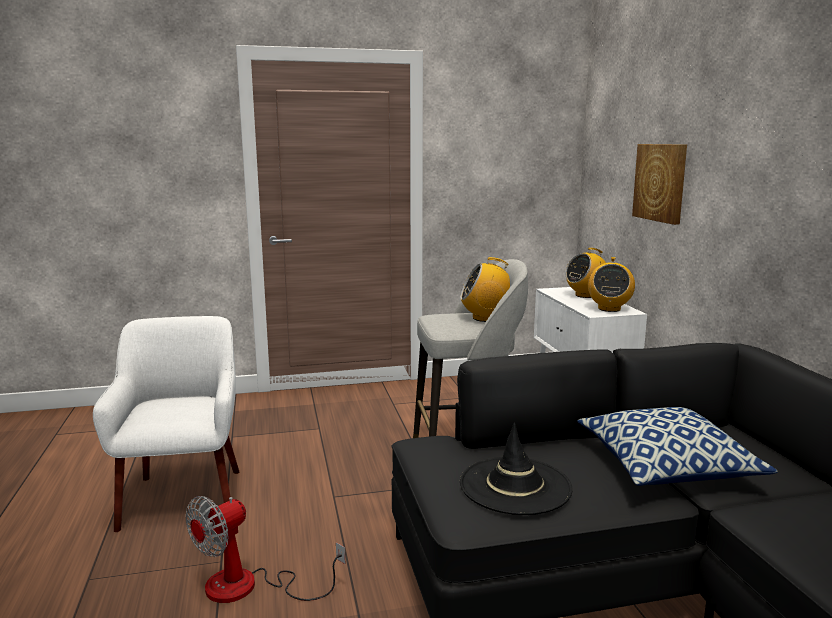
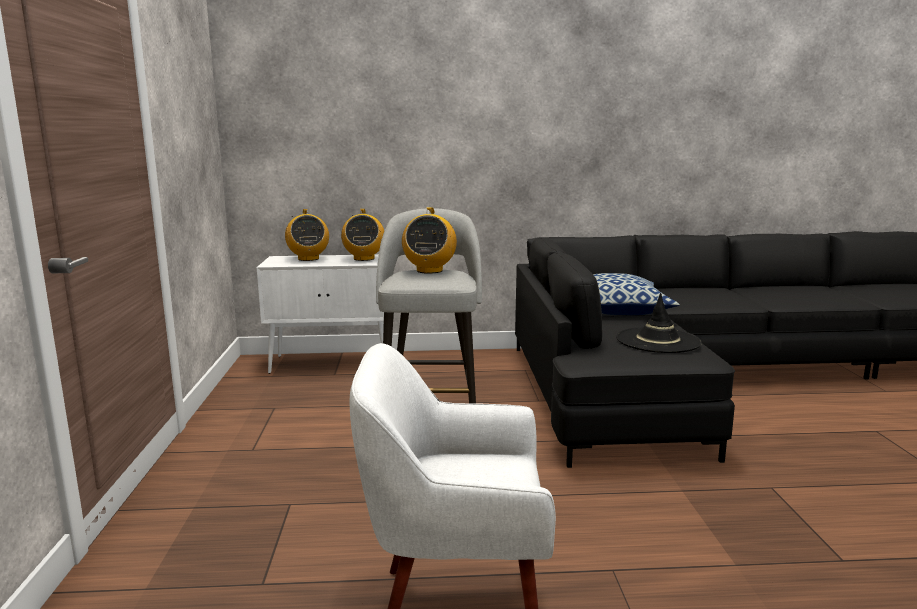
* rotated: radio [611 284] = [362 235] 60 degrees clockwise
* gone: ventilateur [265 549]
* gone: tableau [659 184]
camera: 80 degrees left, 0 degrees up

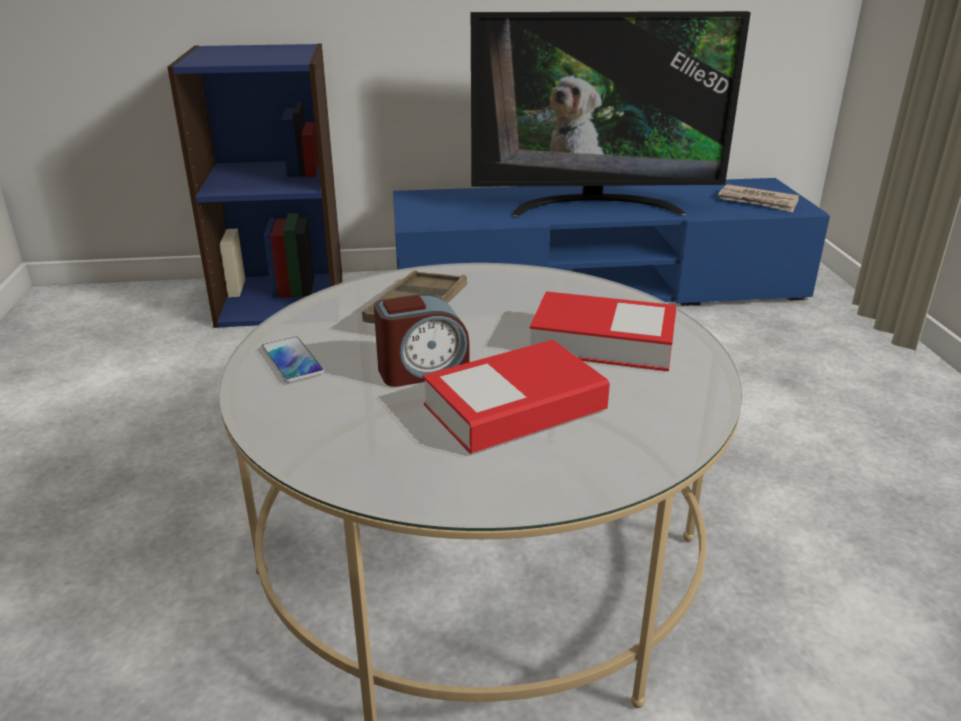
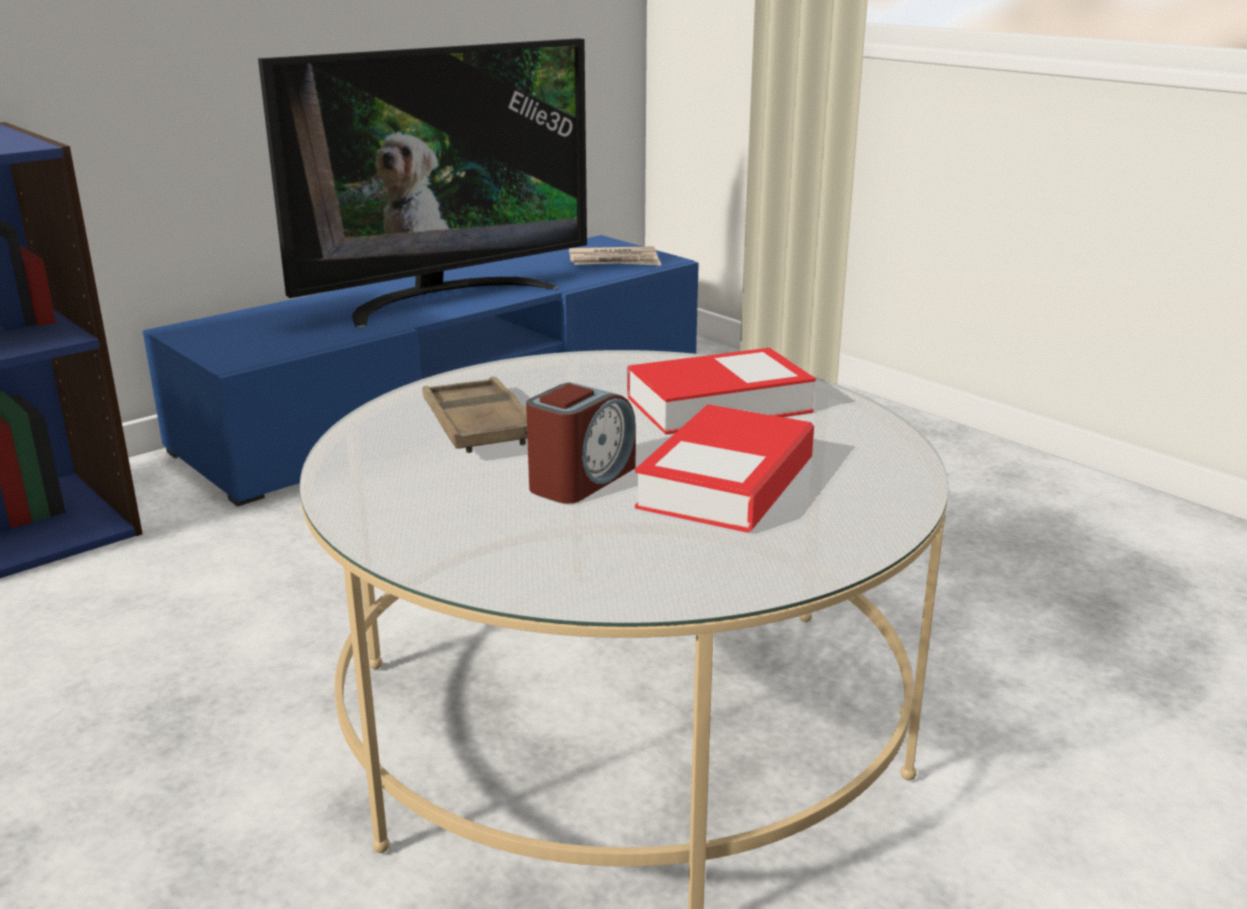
* gone: téléphone [292 360]
camera: 35 degrees left, 5 degrees down

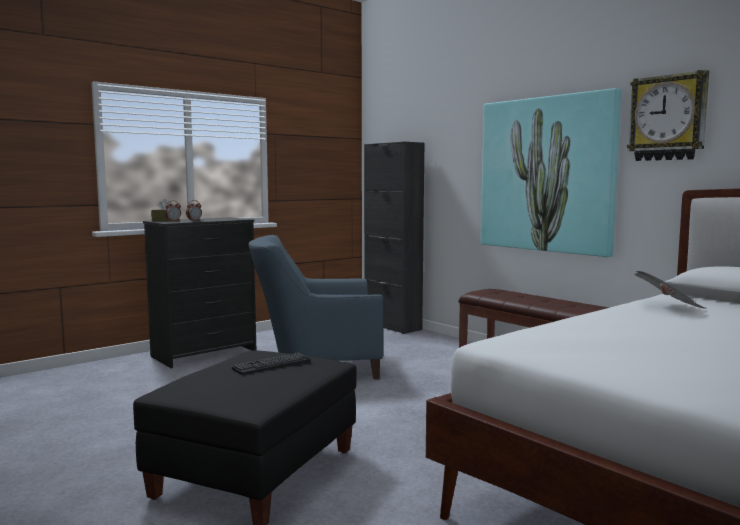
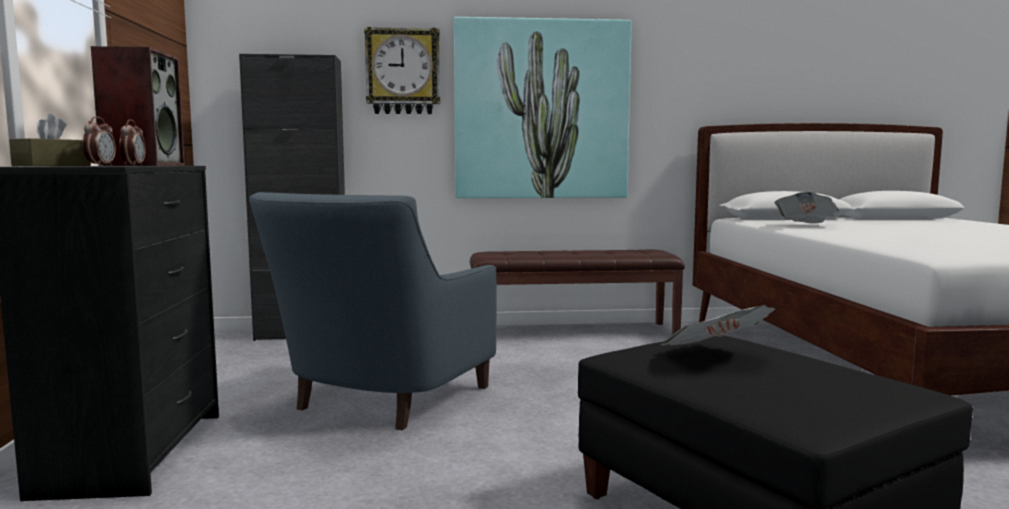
* new: enceinte [138 106]
* shifted: horloge murale [668 115] to [402 70]
* swapped: clavier [271 364] to journal [717 325]
camera: 55 degrees left, 0 degrees up

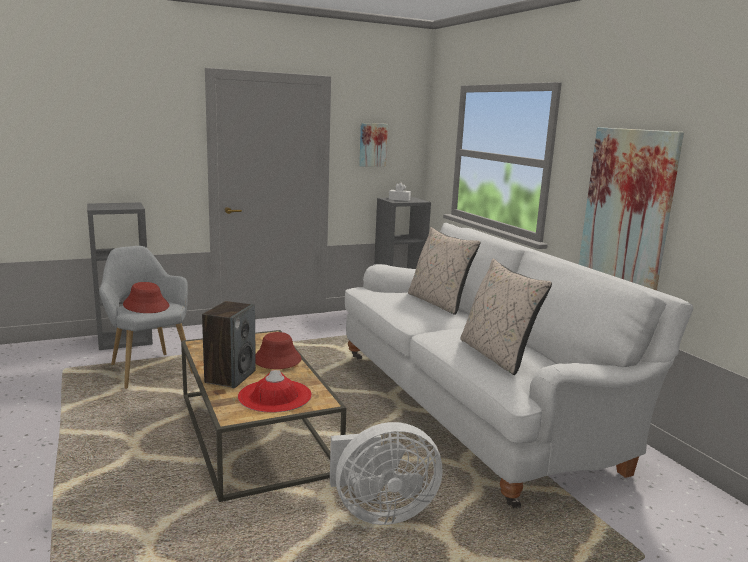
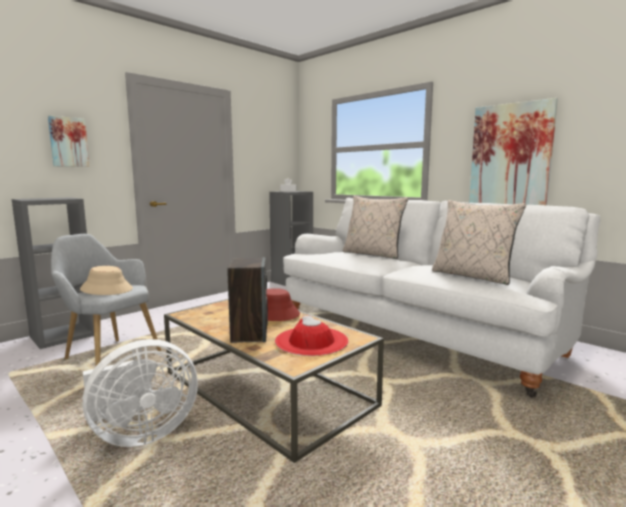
* shifted: tableau [373 145] to [69 141]
* repainted: chapeau (rouge) [146 297] to chapeau (beige) [106 280]
* shifted: ventilateur (blanc) [386 473] to [140 393]
camera: 20 degrees left, 5 degrees down

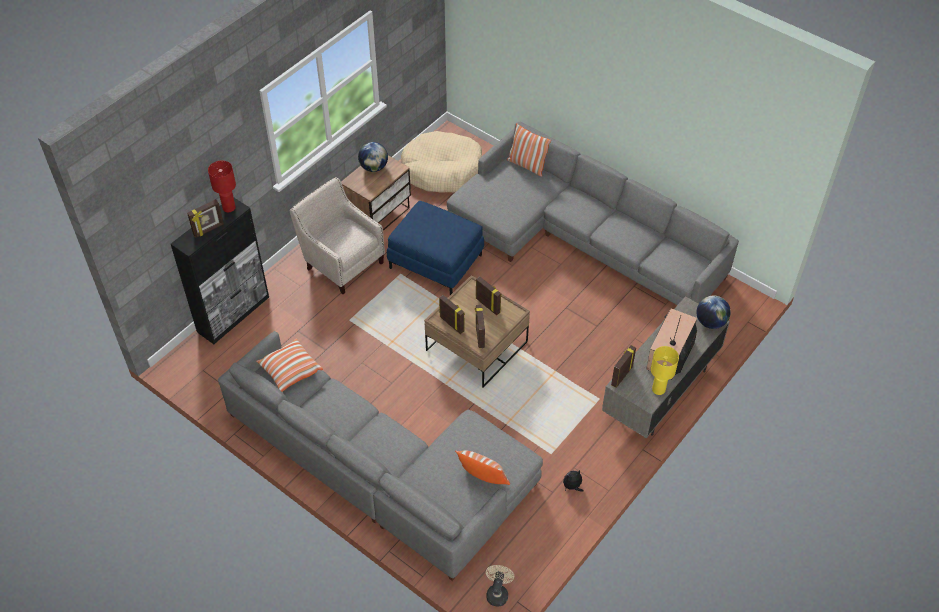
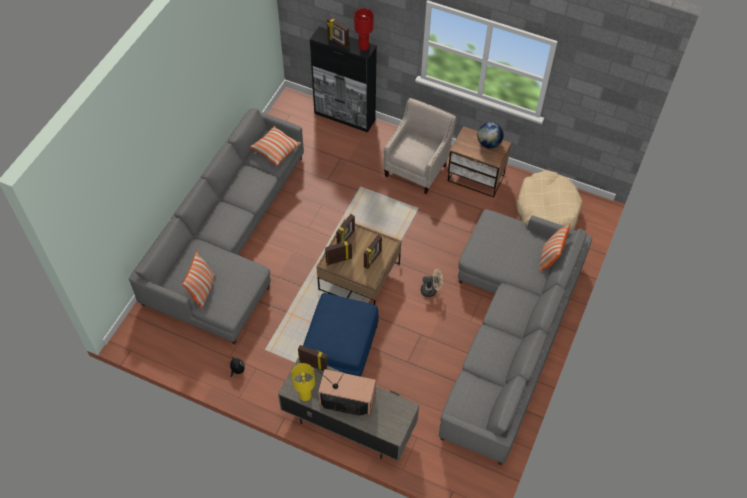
* shifted: pouf (bleu) [435 248] to [341 335]
* shifted: ventilateur (beige) [500 586] to [432 283]
* gone: globe [714 312]
camera: 75 degrees right, 5 degrees up

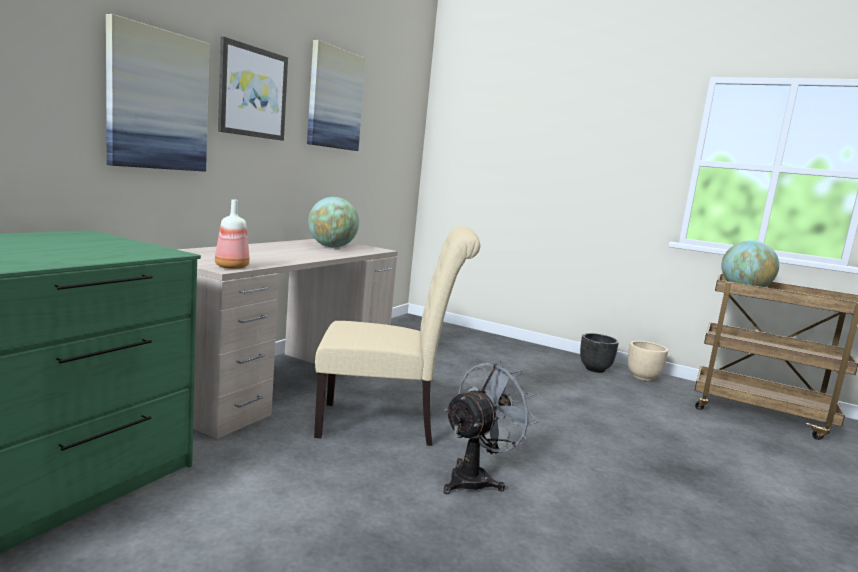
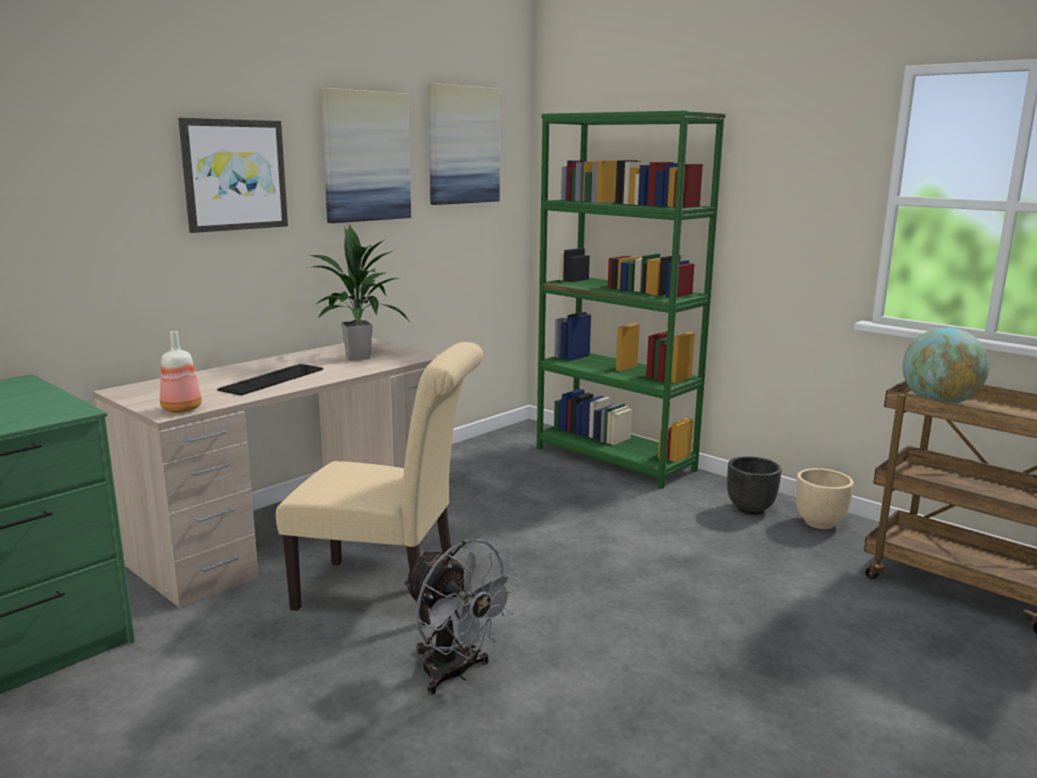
* new: clavier [270 380]
* swapped: globe [333 222] to plante en pot [360 292]
* rotated: ventilateur (gris) [490 427] = [461 617] 75 degrees clockwise
* shifted: tableau [157 93] to [464 144]
* new: bibliothèque (vert) [631 300]
camera: 15 degrees right, 5 degrees up

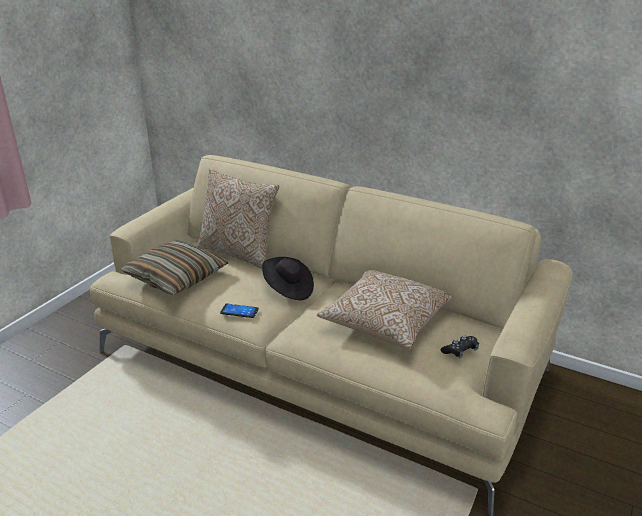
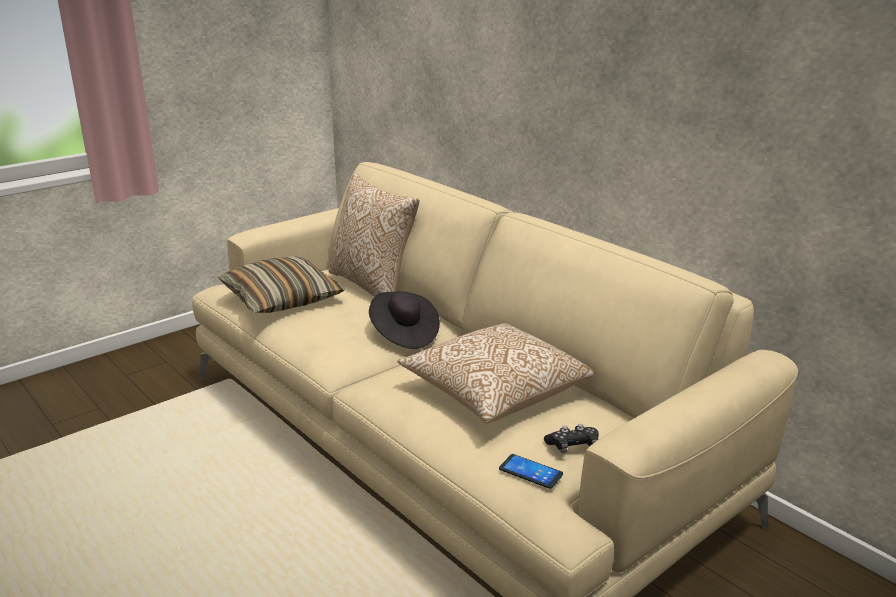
* shifted: téléphone [239 310] to [531 471]
camera: 20 degrees right, 5 degrees down

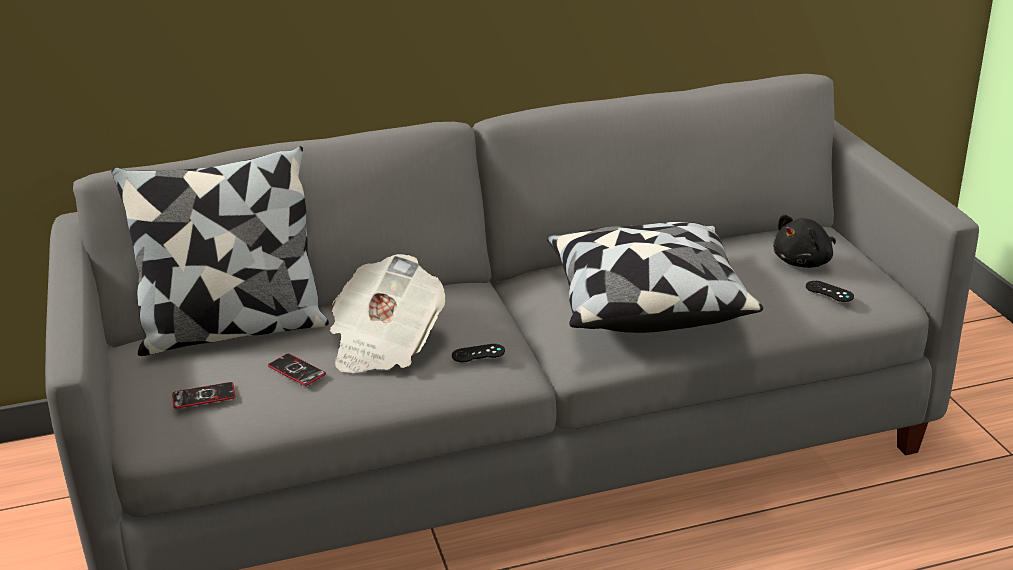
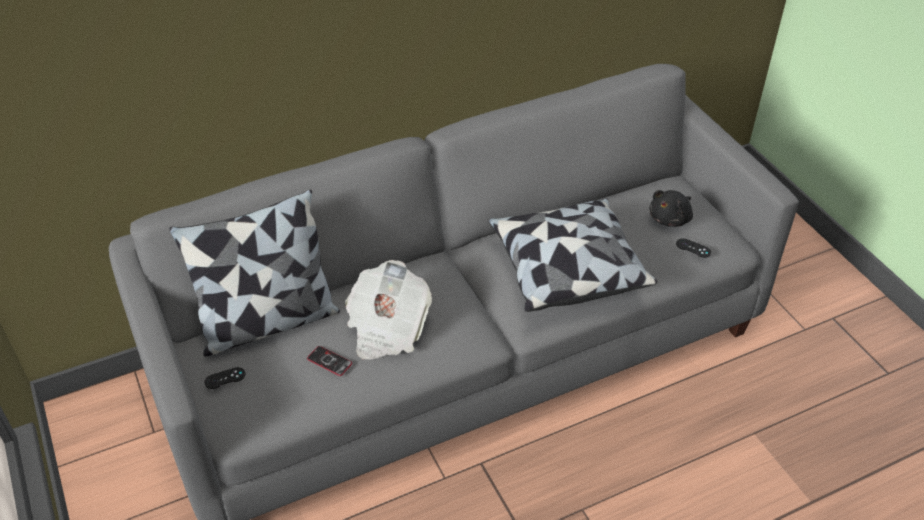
* shifted: manette (noir) [478 353] to [224 378]
* gone: téléphone [203 395]
camera: 10 degrees left, 15 degrees up

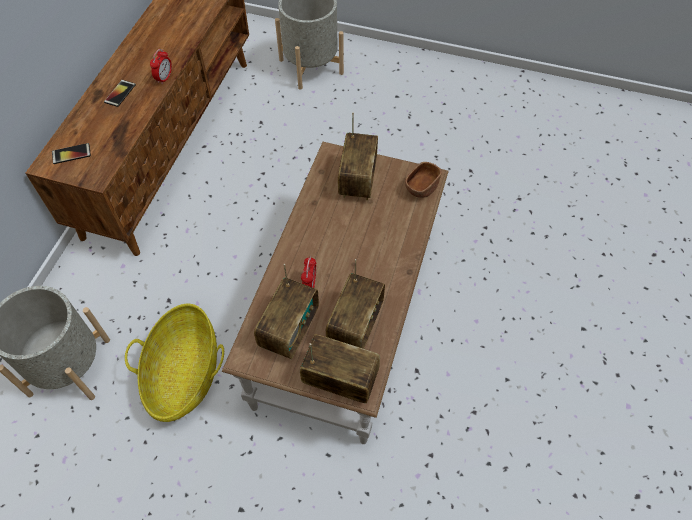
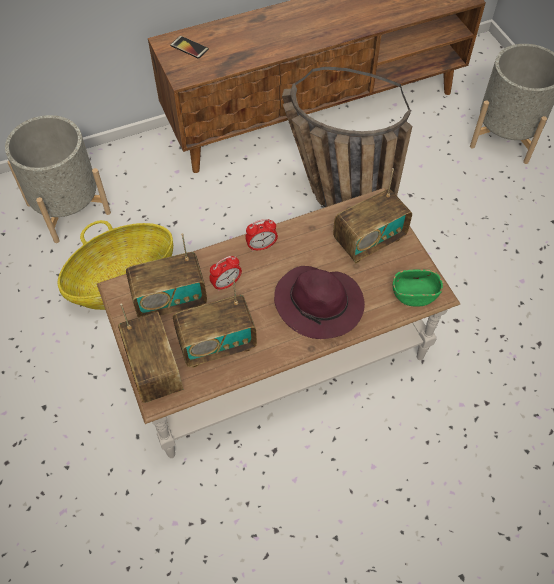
* shifted: réveil [161 67] to [261 235]
* new: chapeau (violet) [319 302]
* new: panier [347 137]
* repainted: bol (marron) [423 180] to bol (vert) [418 288]
* gone: téléphone [120 93]
camera: 50 degrees right, 0 degrees up

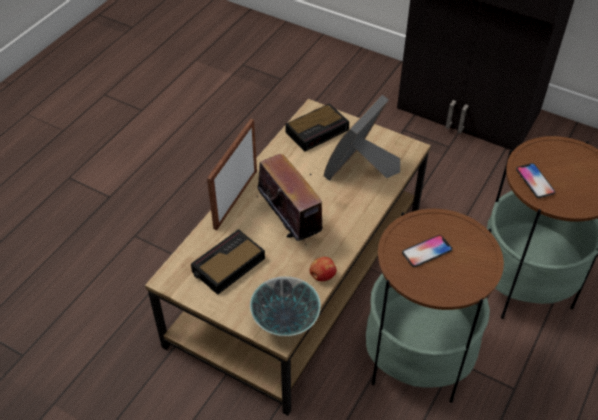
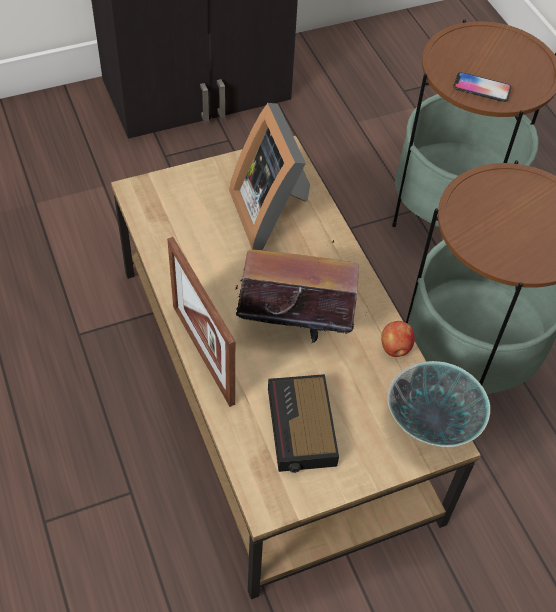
* gone: réveil [317 127]
* gone: téléphone [427 251]
camera: 55 degrees left, 5 degrees up

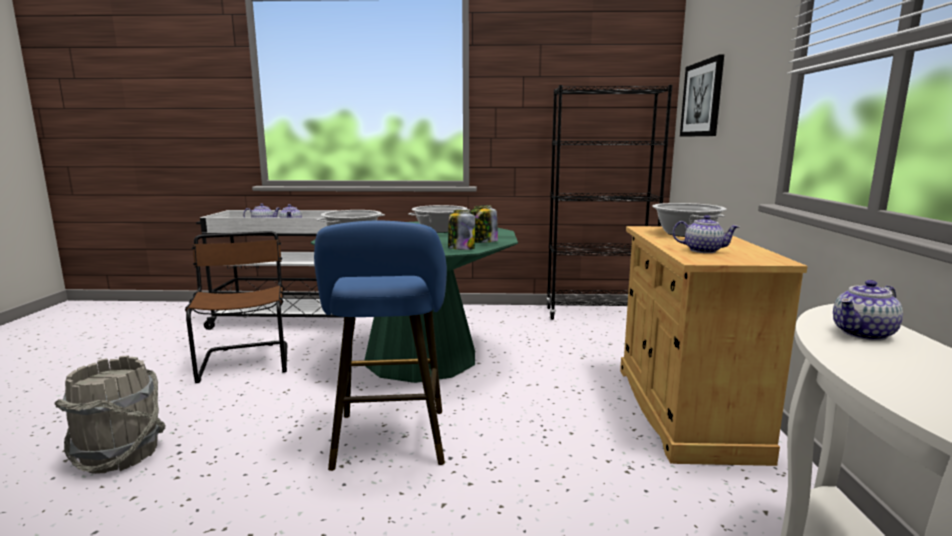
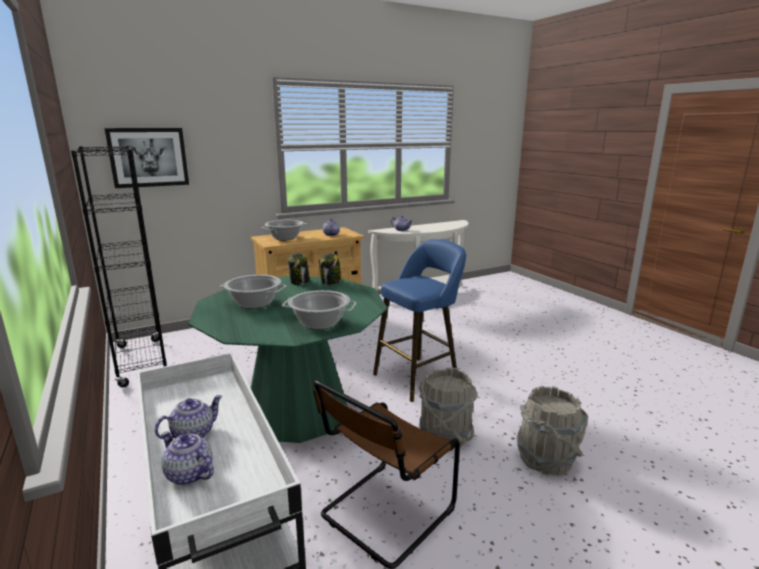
* new: seau (gris) [448 407]
camera: 120 degrees left, 5 degrees up

